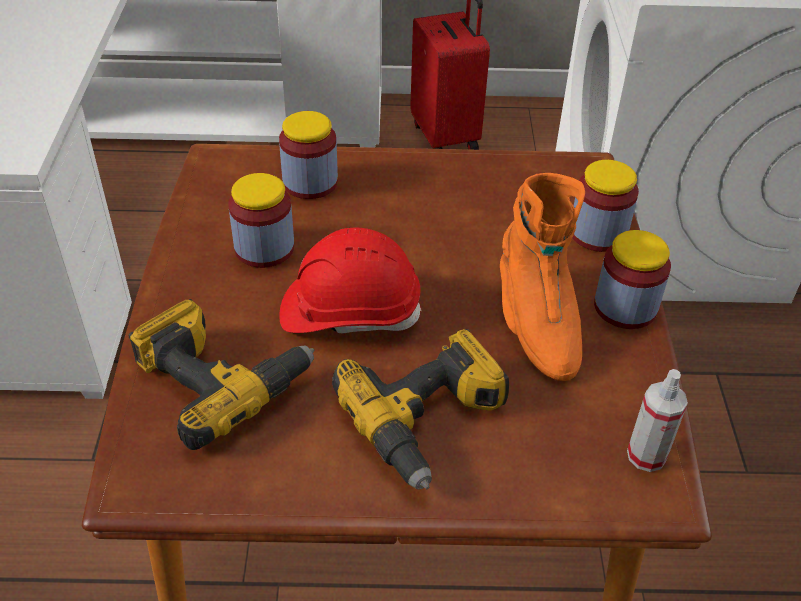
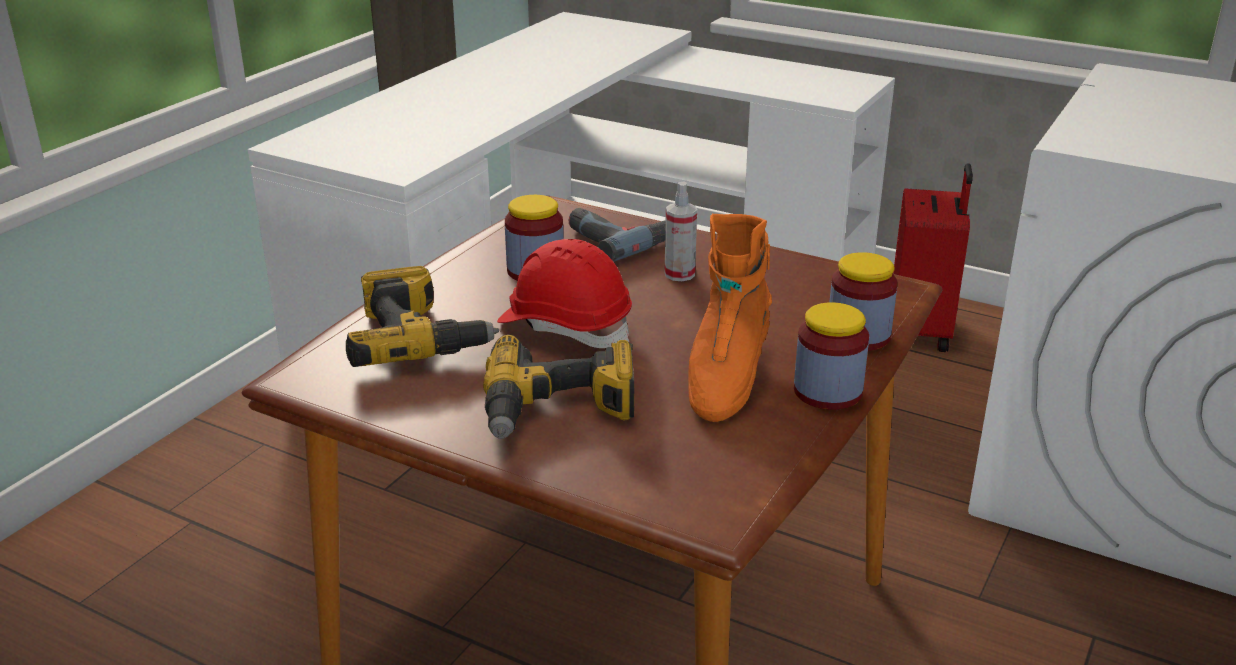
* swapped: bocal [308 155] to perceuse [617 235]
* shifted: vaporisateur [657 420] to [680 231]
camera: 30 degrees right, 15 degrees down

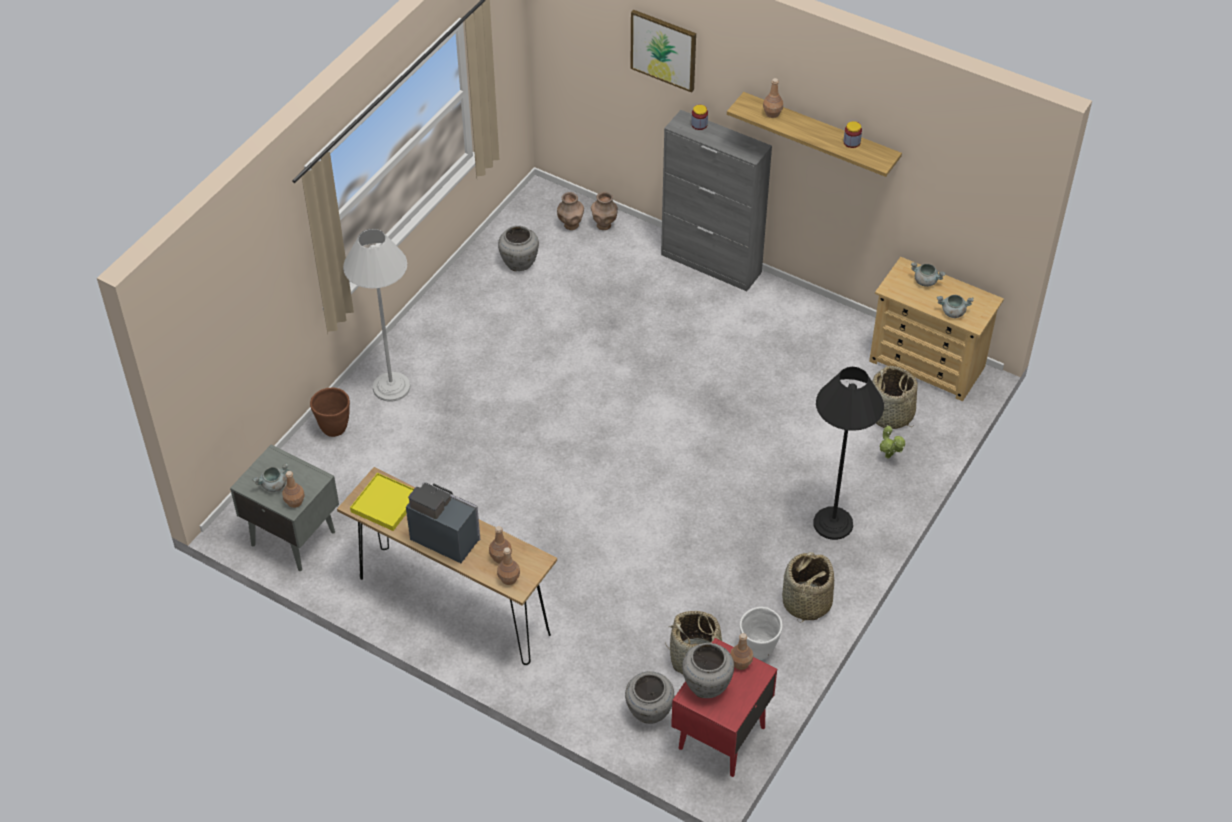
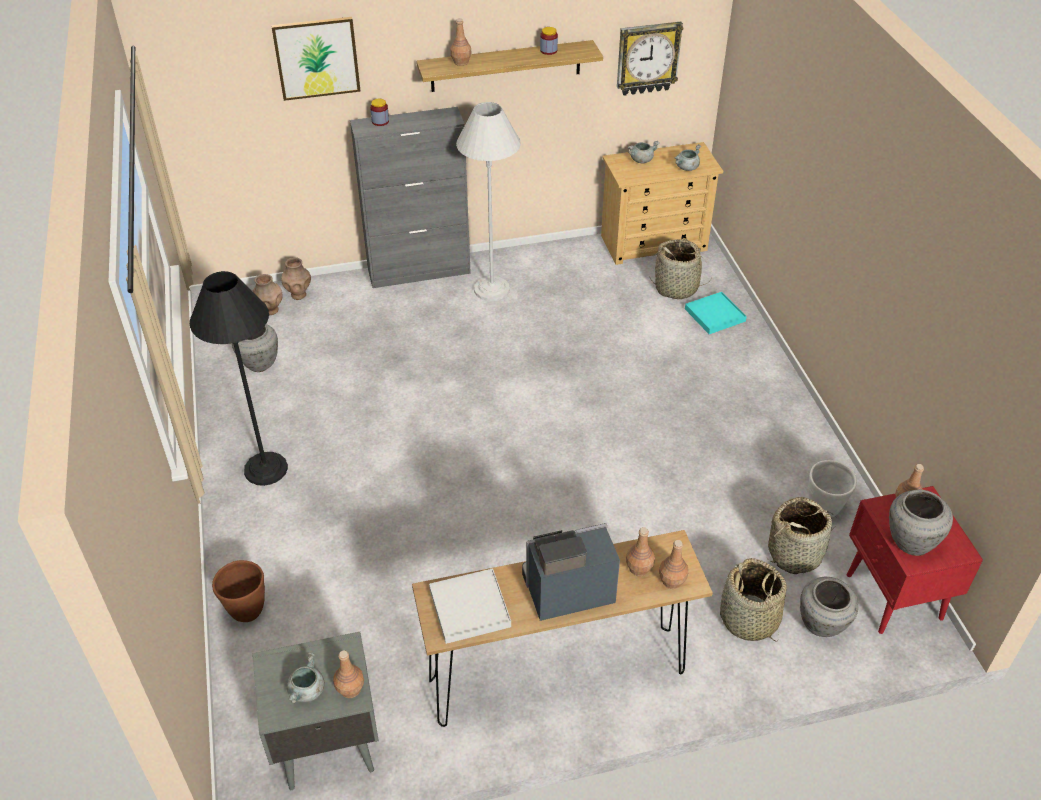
* shifted: lampadaire (noir) [848 453] to [239 378]
* repainted: plateau (jaune) [382 502] to plateau (blanc) [470 606]
* shifted: lampadaire (blanc) [376 315] to [488 201]
* new: horloge murale [650 59]
* swapped: plante en pot [892 441] to plateau (turquoise) [716 313]
* shifted: panier [808 587] to [753 599]
camera: 45 degrees left, 5 degrees down

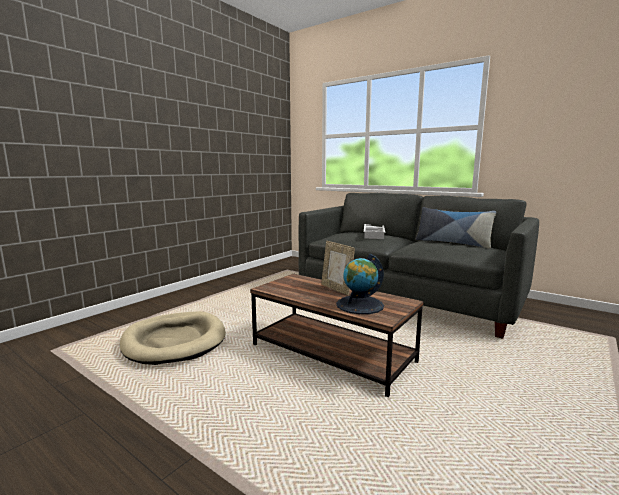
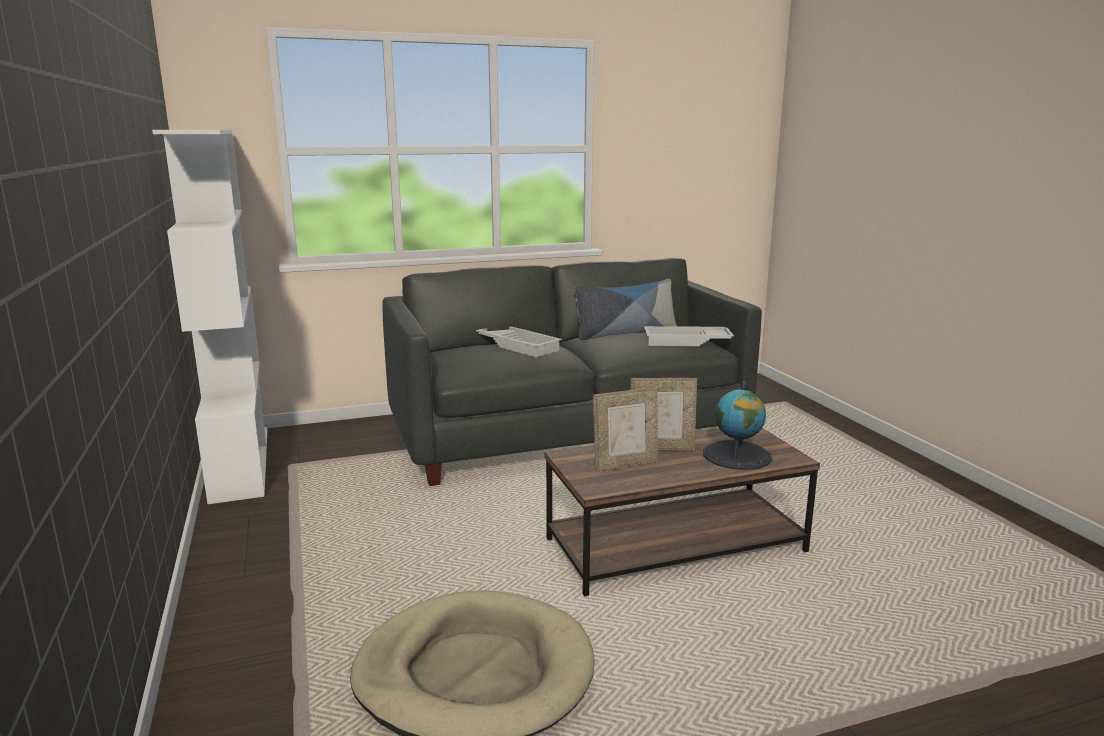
* new: bibliothèque (blanc) [209 317]
* new: cadre photo [625 430]
* new: plateau (blanc) [689 336]
camera: 55 degrees left, 5 degrees up

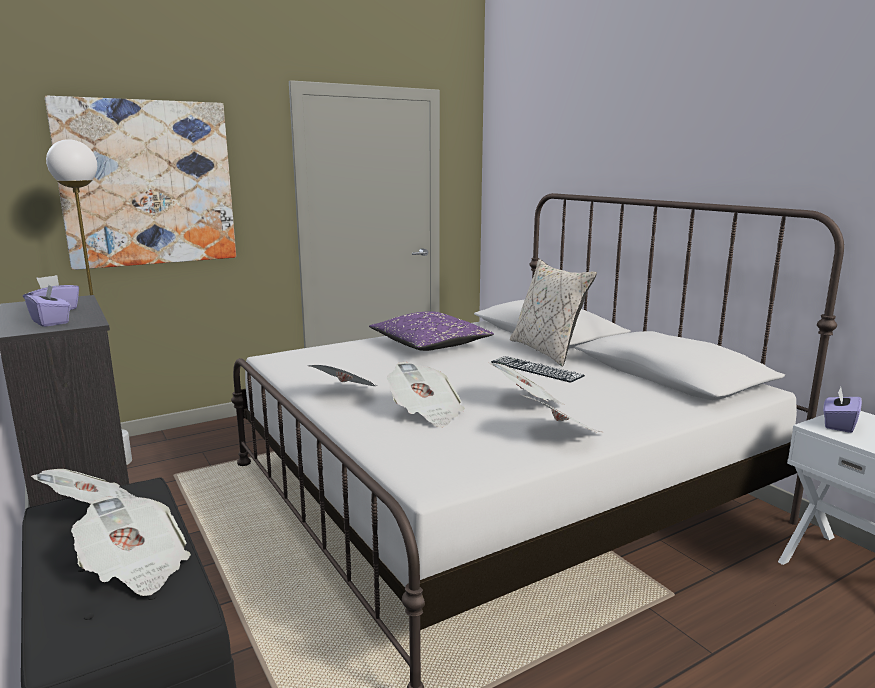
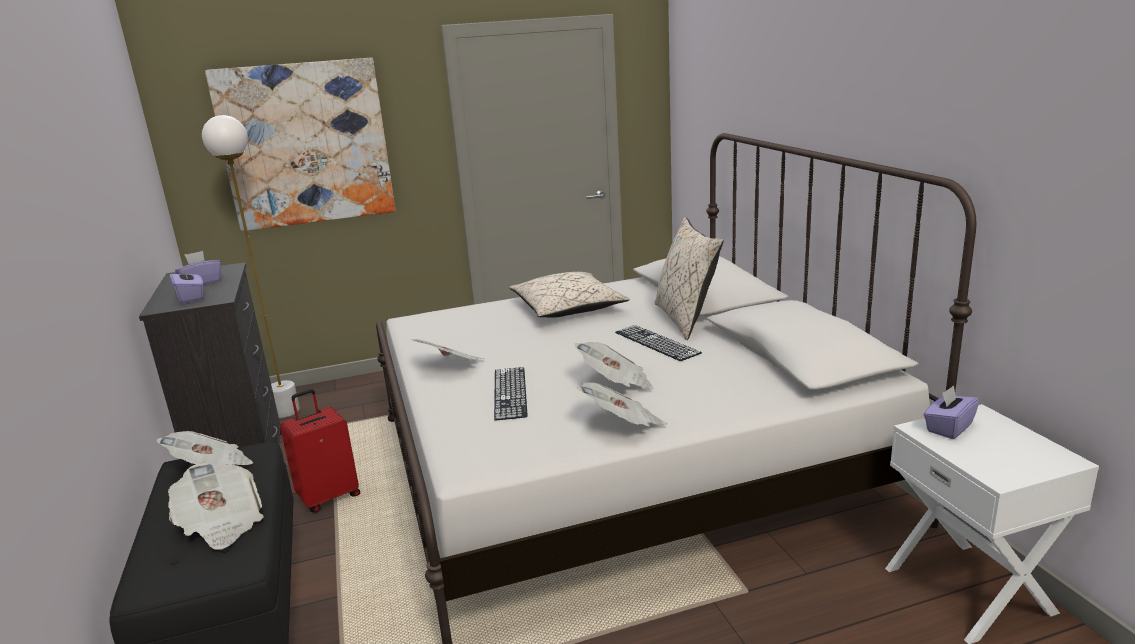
* new: valise (rouge) [320 451]
* swapped: journal [426 395] to clavier [510 394]
* repainted: coussin (violet) [431 331] to coussin (beige) [569 295]
camera: 15 degrees right, 5 degrees up

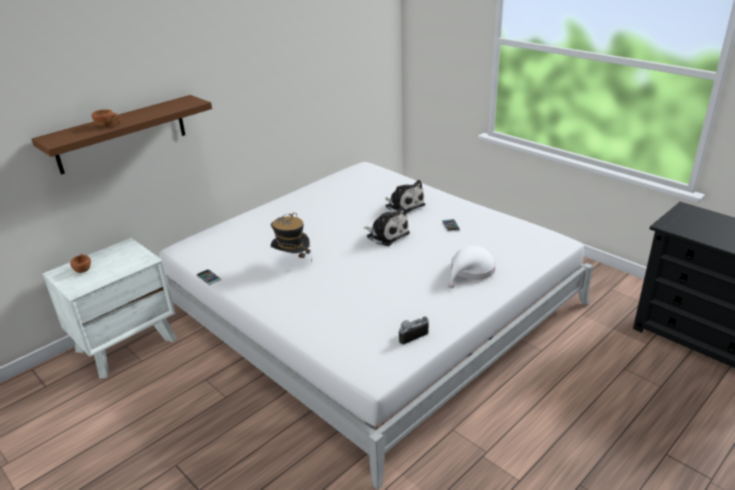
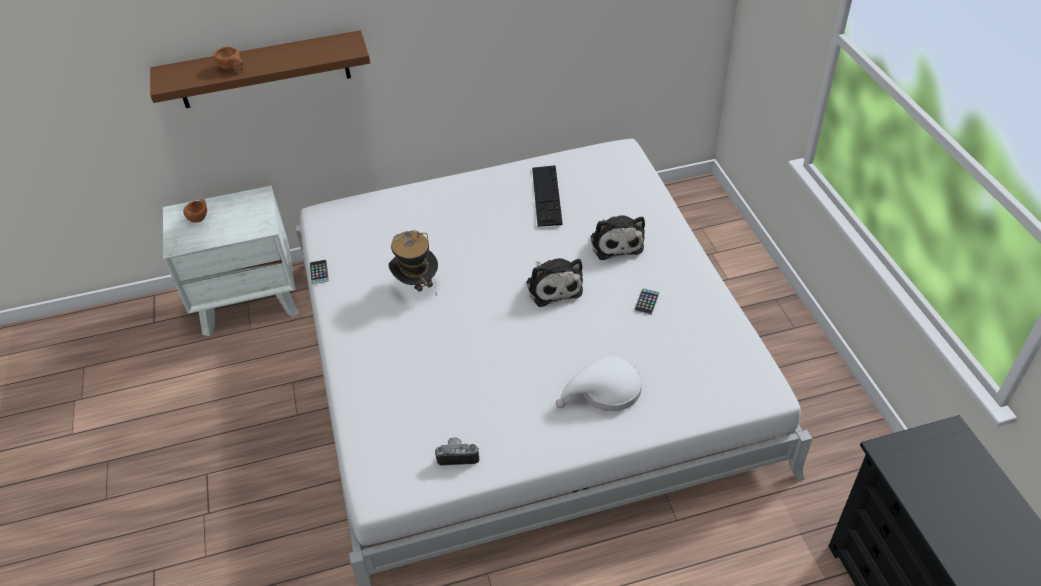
* new: clavier [547 196]
camera: 30 degrees right, 15 degrees up

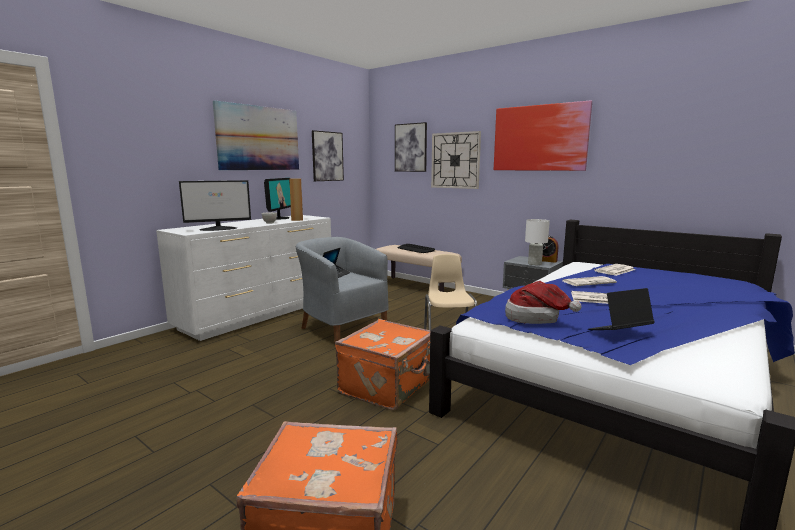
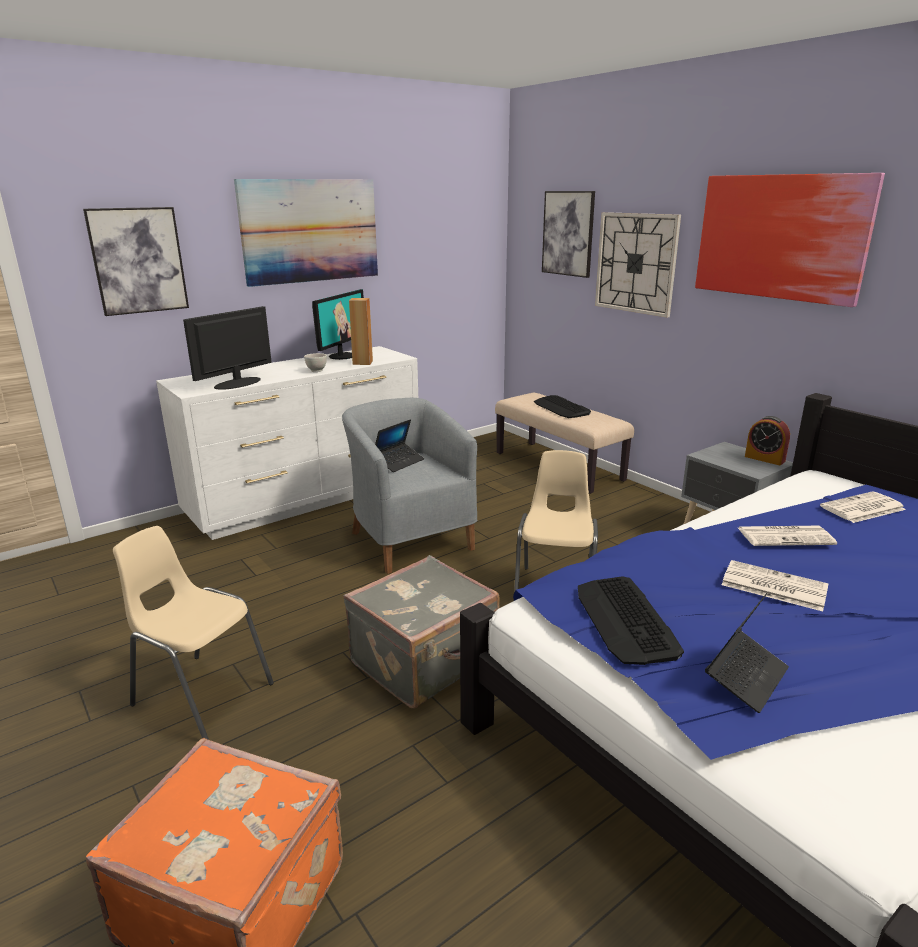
* shifted: tableau [328 155] to [136 261]
* new: chaise (beige) [193 633]
* rotated: écran d'ordinateur [215 205] = [227 348] 135 degrees clockwise
* repainted: valise (orange) [382 364] to valise (gris) [421 631]
* swapped: chapeau [543 302] to clavier [631 620]
* rotated: ordinateur portable [621 309] = [747 653] 135 degrees clockwise
* gone: lampe de table (blanc) [537 242]
camera: 15 degrees right, 10 degrees up

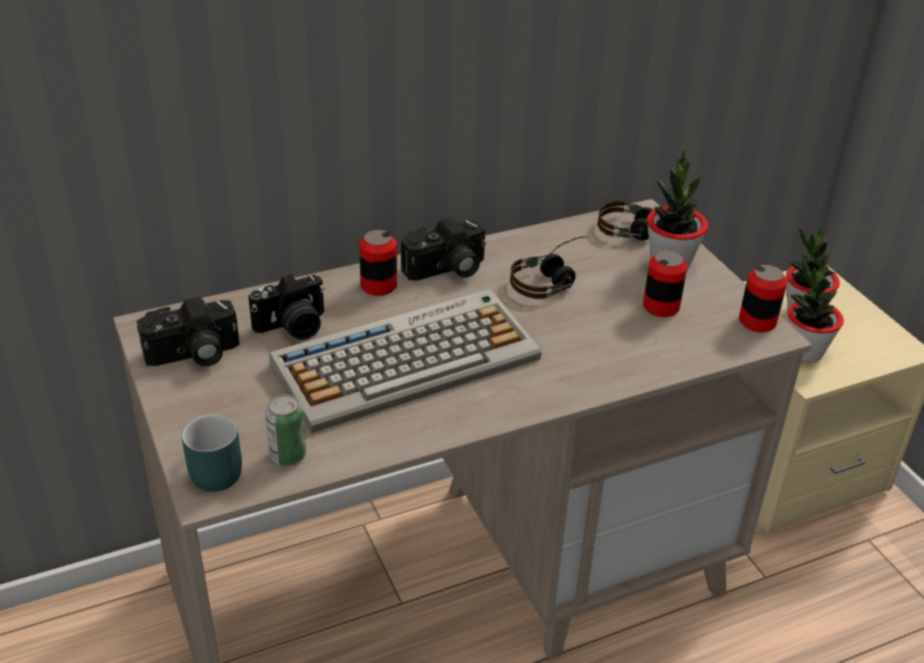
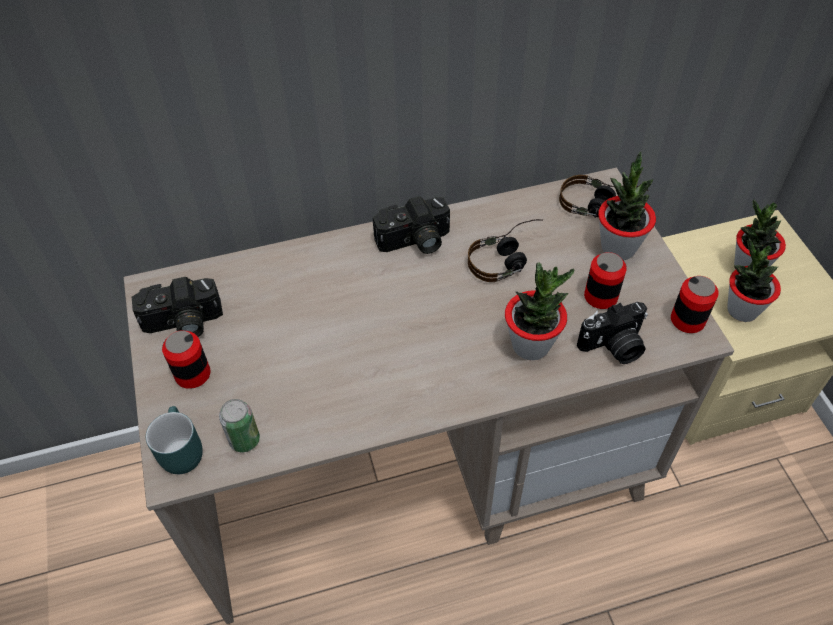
* shifted: boîte métallique [378 263] to [186 360]
* new: plante en pot [540 311]
* shifted: appareil photo [286 307] to [612 333]
* gone: clavier [405 361]
camera: 10 degrees right, 15 degrees up

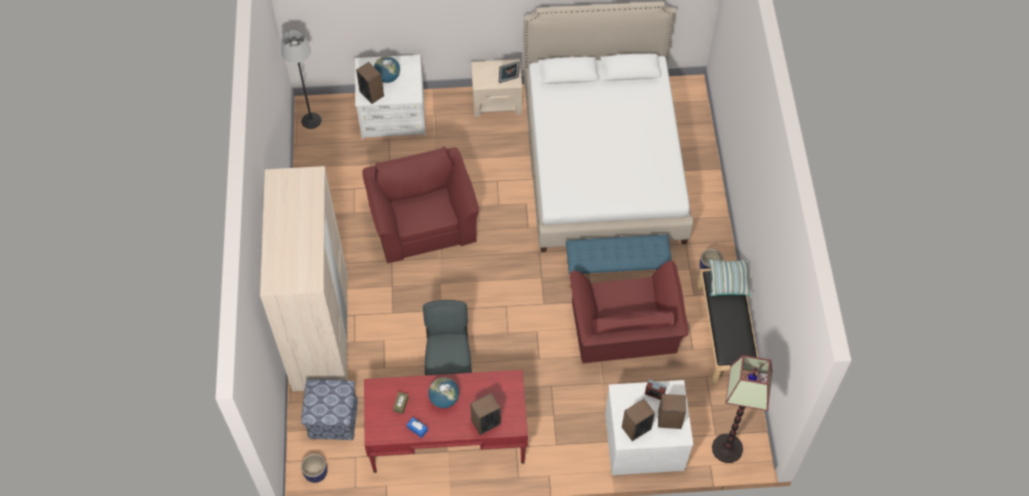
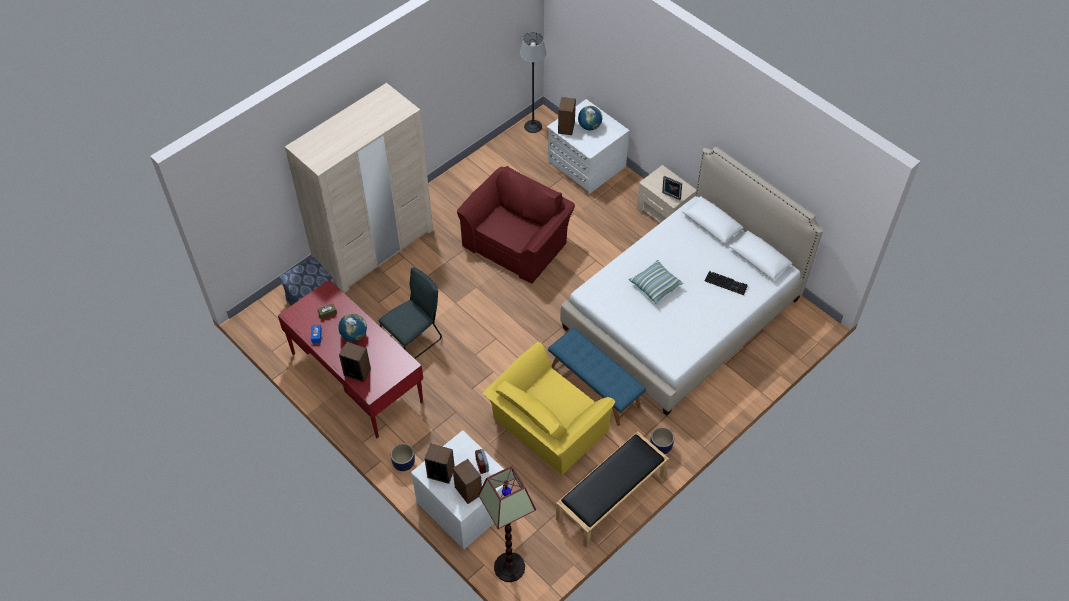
* shifted: cache-pot [314 468] to [403 457]
* repainted: fauteuil (rouge) [629 311] to fauteuil (jaune) [548 408]
* shifted: coussin [730 277] to [656 281]
* new: clavier [726 283]
camera: 50 degrees right, 5 degrees down

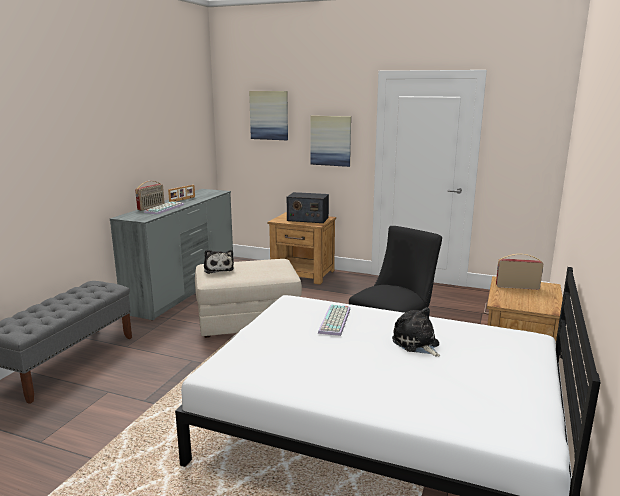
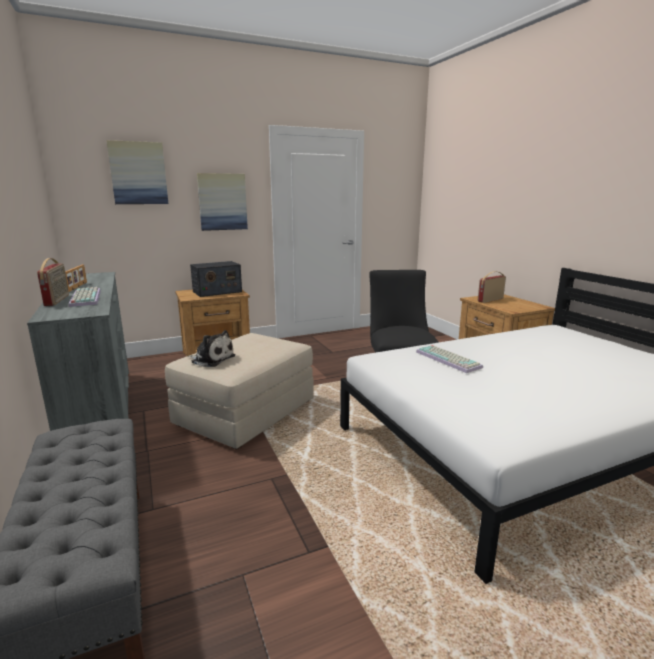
* gone: peluche [416 332]
camera: 45 degrees left, 0 degrees up

